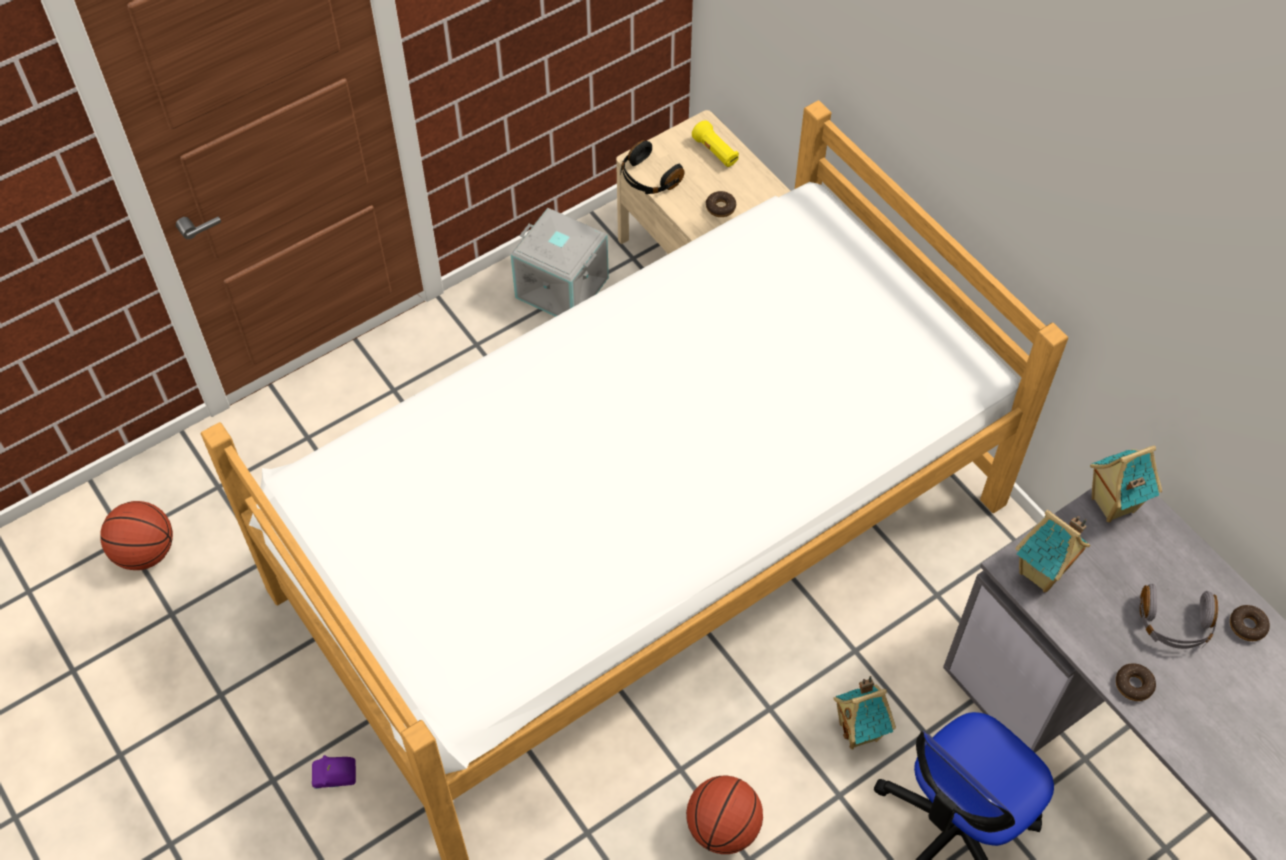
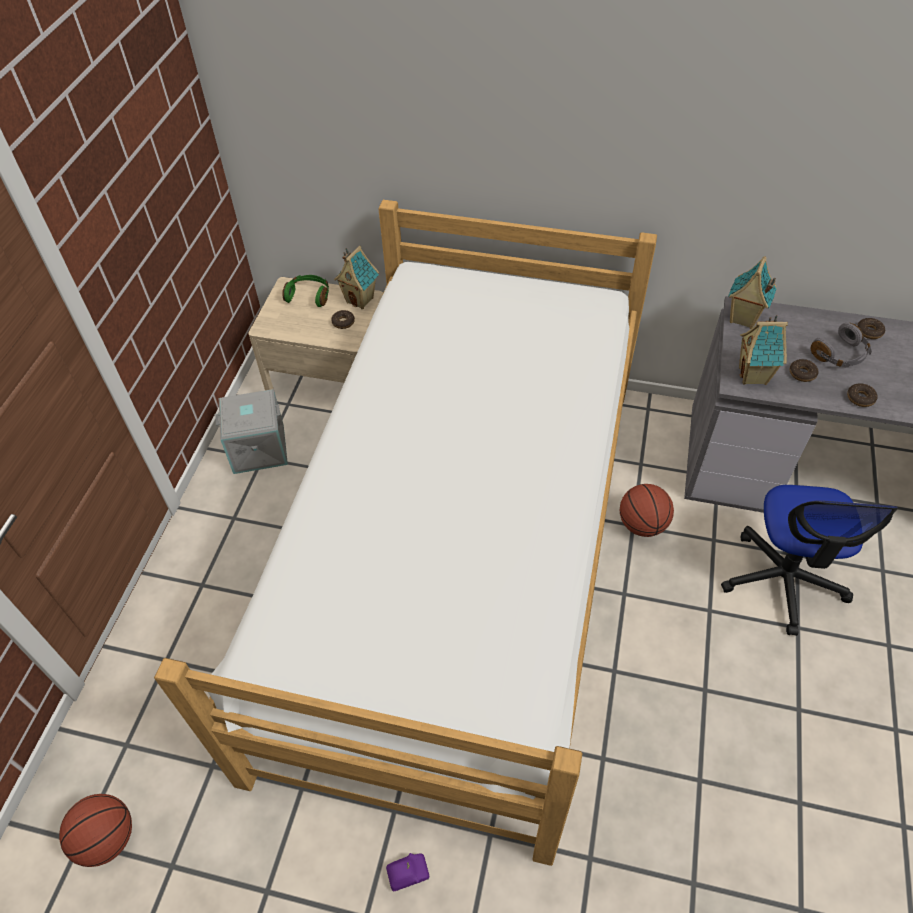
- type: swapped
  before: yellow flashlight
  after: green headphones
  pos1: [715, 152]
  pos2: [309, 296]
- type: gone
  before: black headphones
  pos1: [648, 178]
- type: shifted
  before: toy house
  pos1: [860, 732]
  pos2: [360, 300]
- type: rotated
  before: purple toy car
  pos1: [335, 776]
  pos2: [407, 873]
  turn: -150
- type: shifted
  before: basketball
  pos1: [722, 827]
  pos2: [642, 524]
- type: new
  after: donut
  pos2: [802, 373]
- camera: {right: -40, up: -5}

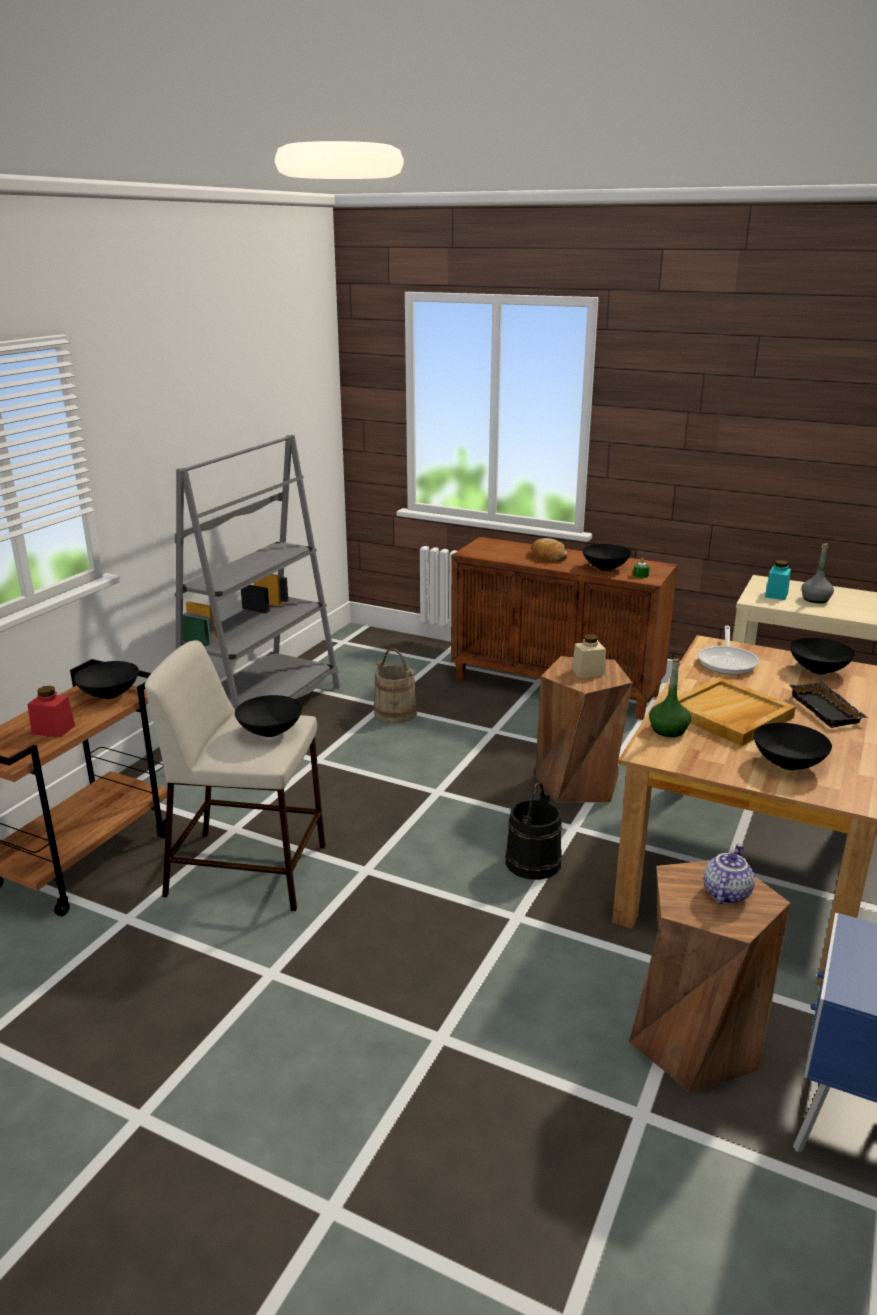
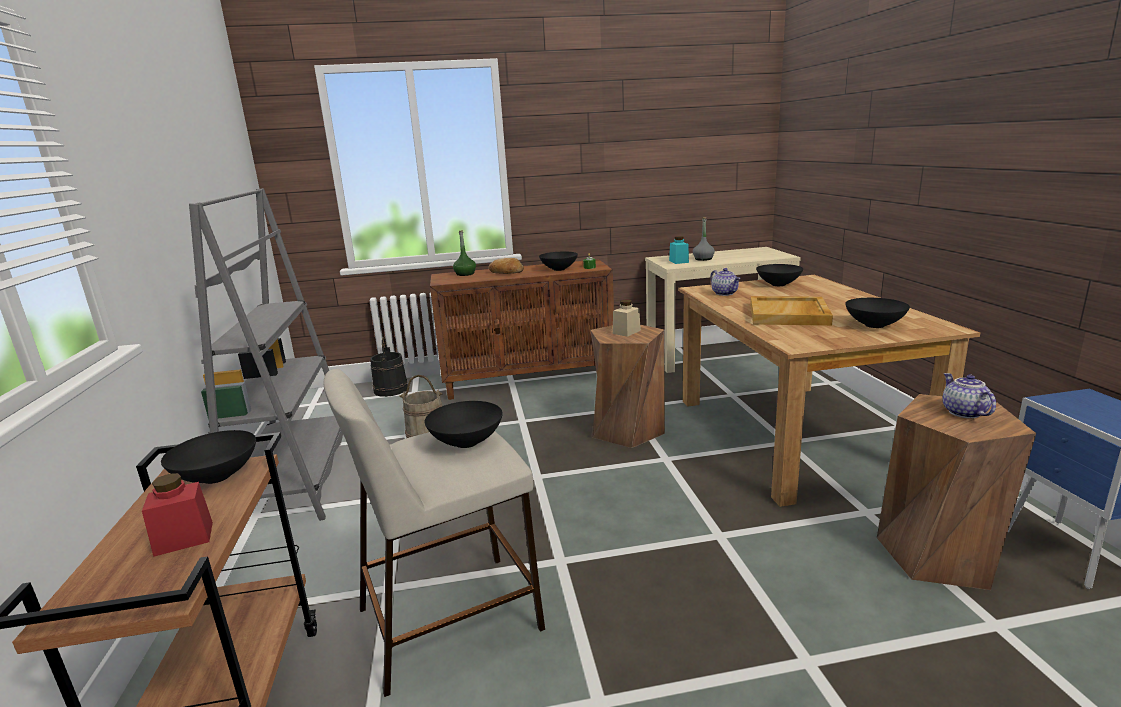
- type: swapped
  before: frying pan
  after: teapot
  pos1: [727, 661]
  pos2: [725, 293]
- type: shifted
  before: green bottle
  pos1: [668, 730]
  pos2: [465, 274]
- type: gone
  before: black tray
  pos1: [828, 710]
- type: shifted
  before: black bucket
  pos1: [532, 862]
  pos2: [390, 390]
- camera: {right: -35, up: -5}

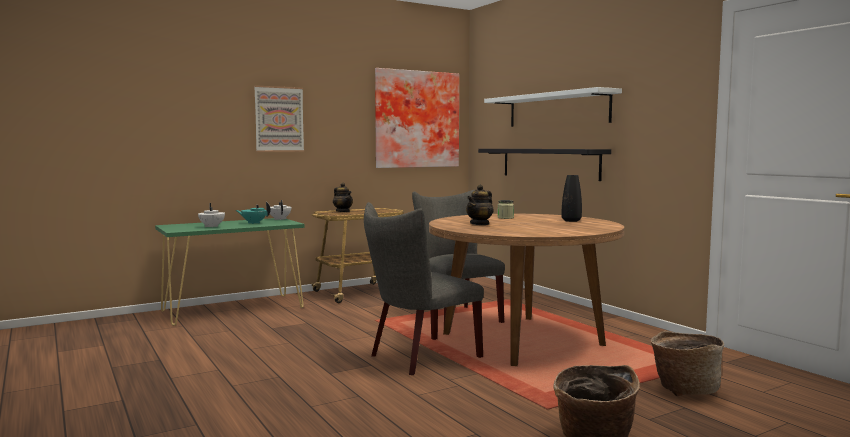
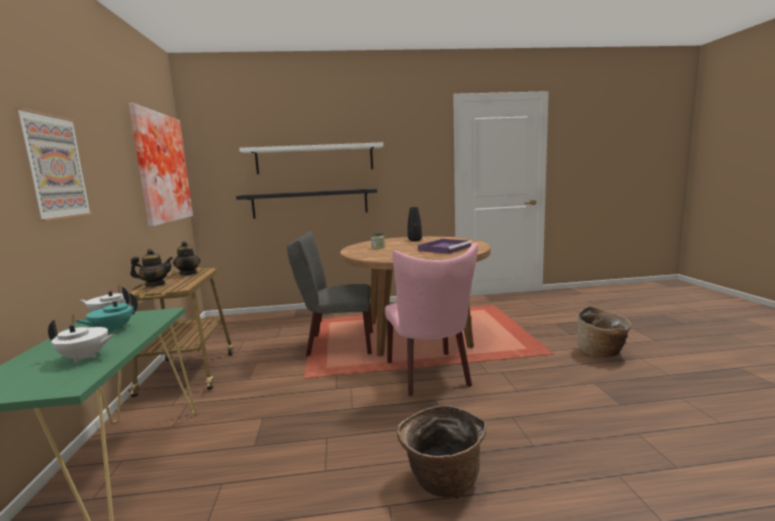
- type: shifted
  before: teapot
  pos1: [480, 224]
  pos2: [188, 273]
- type: repainted
  before: grey chair
  after: pink chair
  pos1: [419, 357]
  pos2: [430, 376]
- type: shifted
  before: basket
  pos1: [684, 389]
  pos2: [441, 481]
- type: new
  after: purple tray
  pos2: [445, 248]
- camera: {right: -65, up: 5}

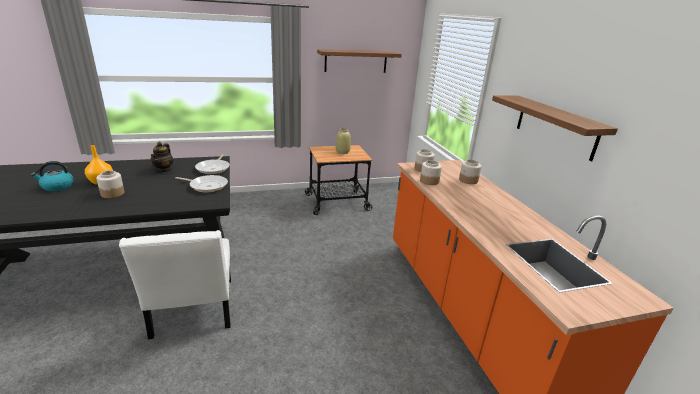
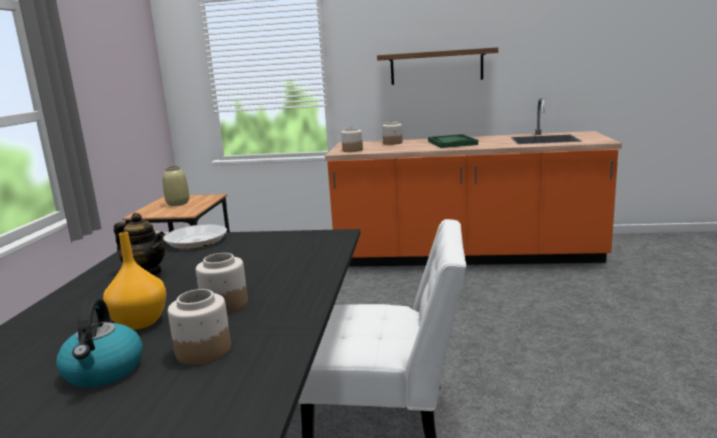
- type: gone
  before: shelf
  pos1: [356, 61]
- type: shifted
  before: jar
  pos1: [429, 181]
  pos2: [202, 351]
- type: gone
  before: frying pan
  pos1: [207, 186]
- type: new
  after: green tray
  pos2: [452, 143]
- camera: {right: -65, up: -10}

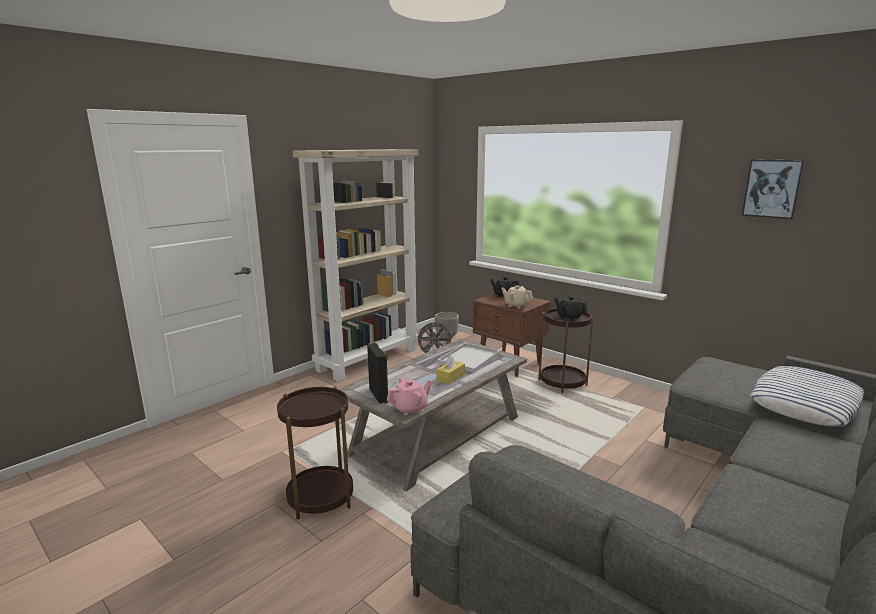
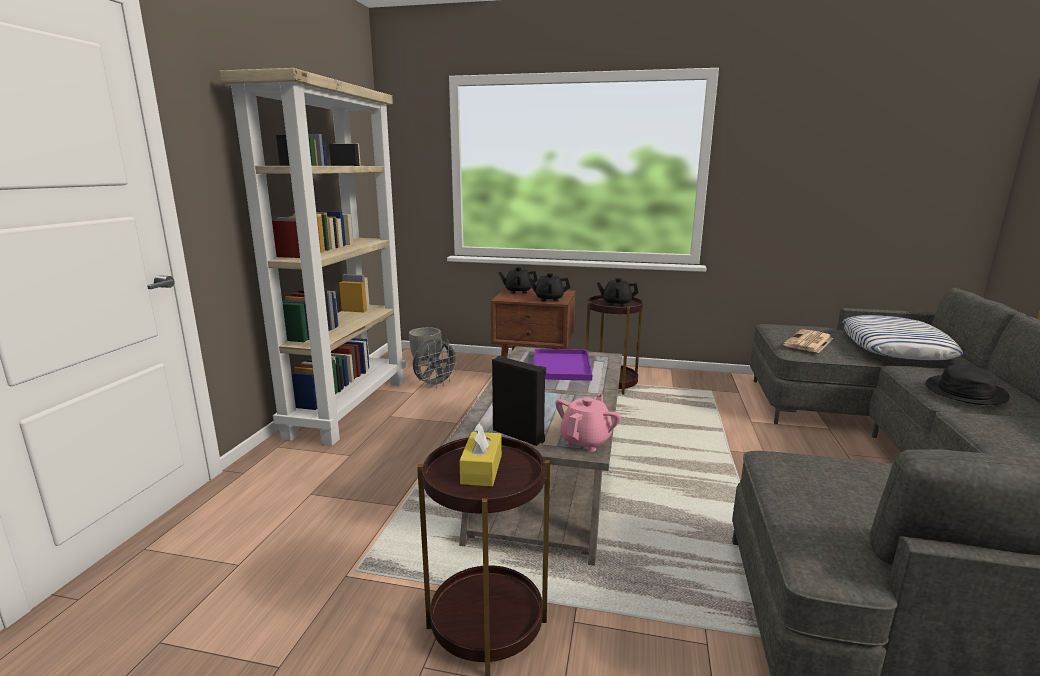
- type: gone
  before: picture
  pos1: [772, 188]
- type: repainted
  before: beige teapot
  after: black teapot
  pos1: [516, 305]
  pos2: [549, 299]
- type: repainted
  before: white tray
  after: purple tray
  pos1: [469, 359]
  pos2: [562, 366]
- type: shifted
  before: yellow tissue box
  pos1: [450, 377]
  pos2: [481, 469]
- type: new
  after: newspaper
  pos2: [809, 342]
- type: new
  after: black hat
  pos2: [965, 392]
- camera: {right: -30, up: 0}

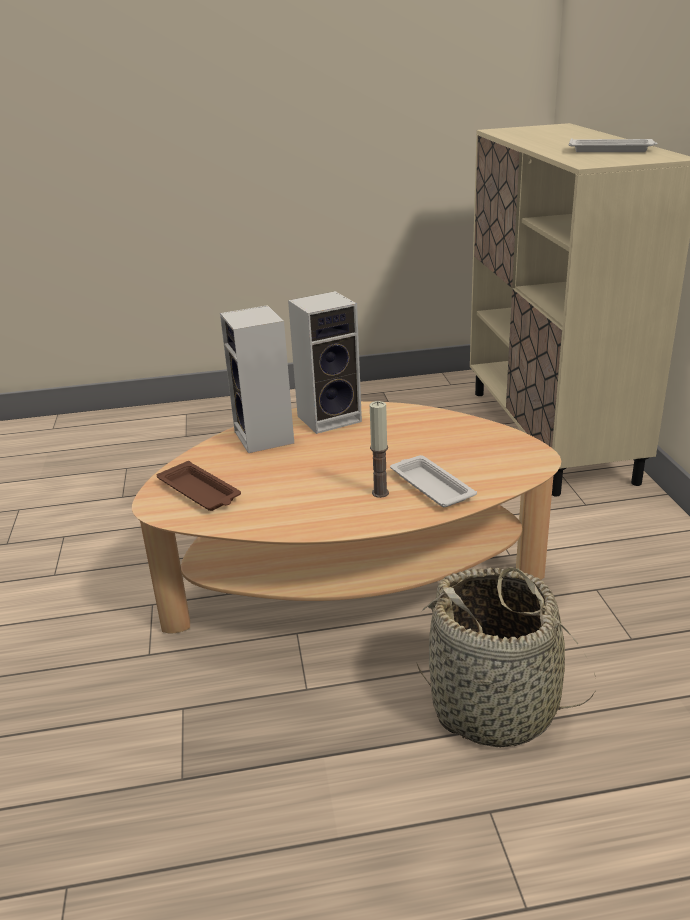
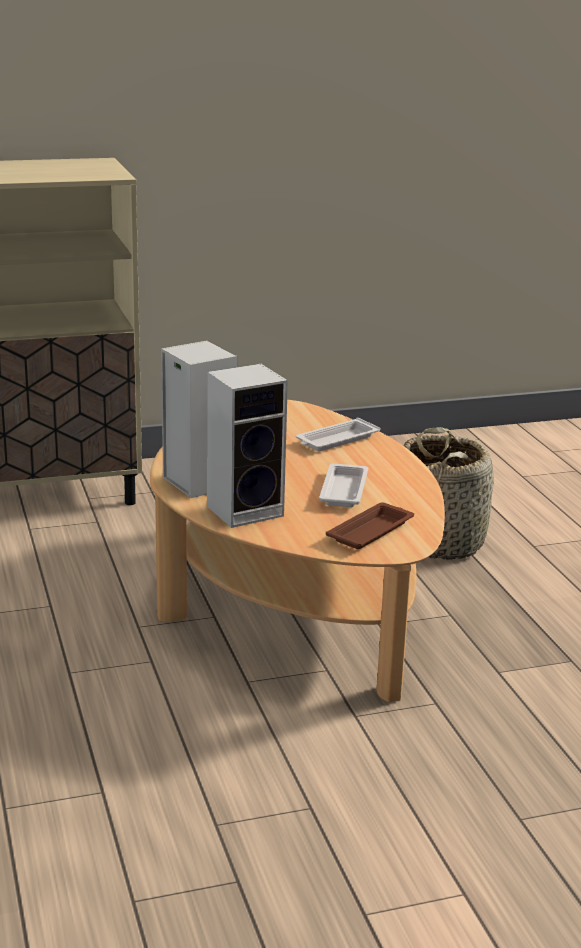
- type: shifted
  before: white tray
  pos1: [612, 150]
  pos2: [344, 490]
- type: gone
  before: candle
  pos1: [380, 493]
- camera: {right: -100, up: -5}

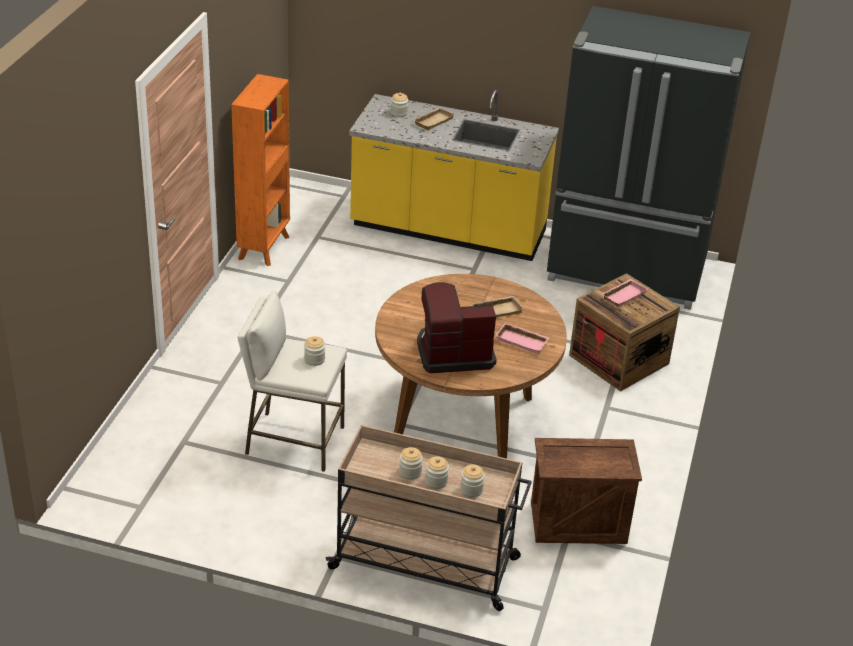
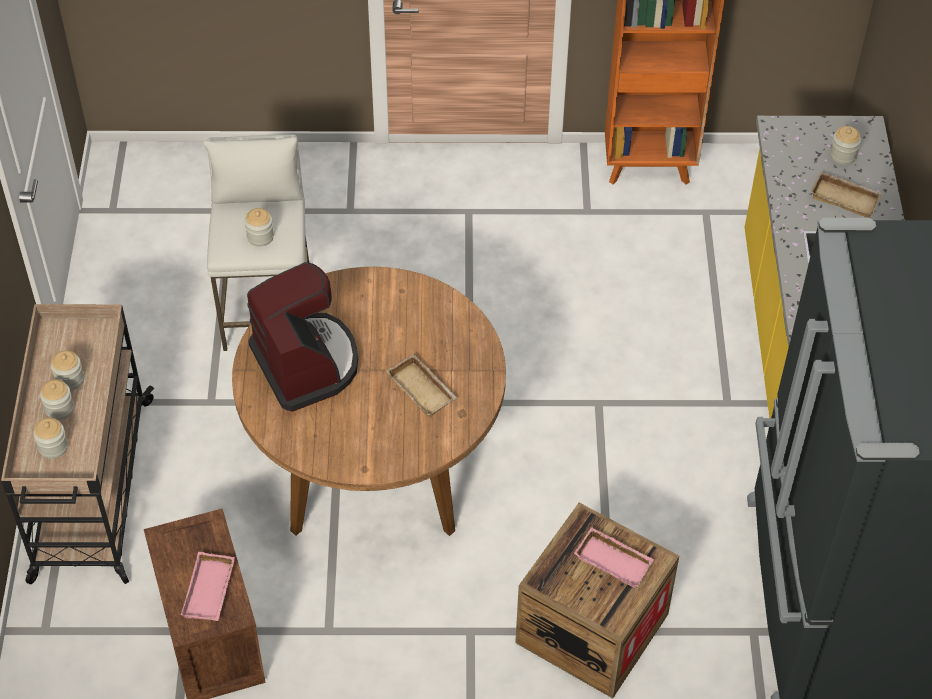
- type: shifted
  before: pink tray
  pos1: [523, 341]
  pos2: [211, 592]
- camera: {right: 75, up: 15}

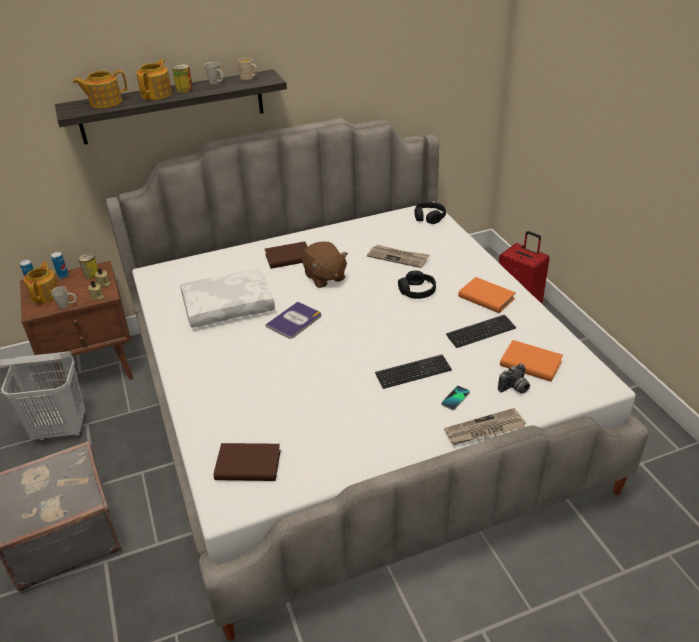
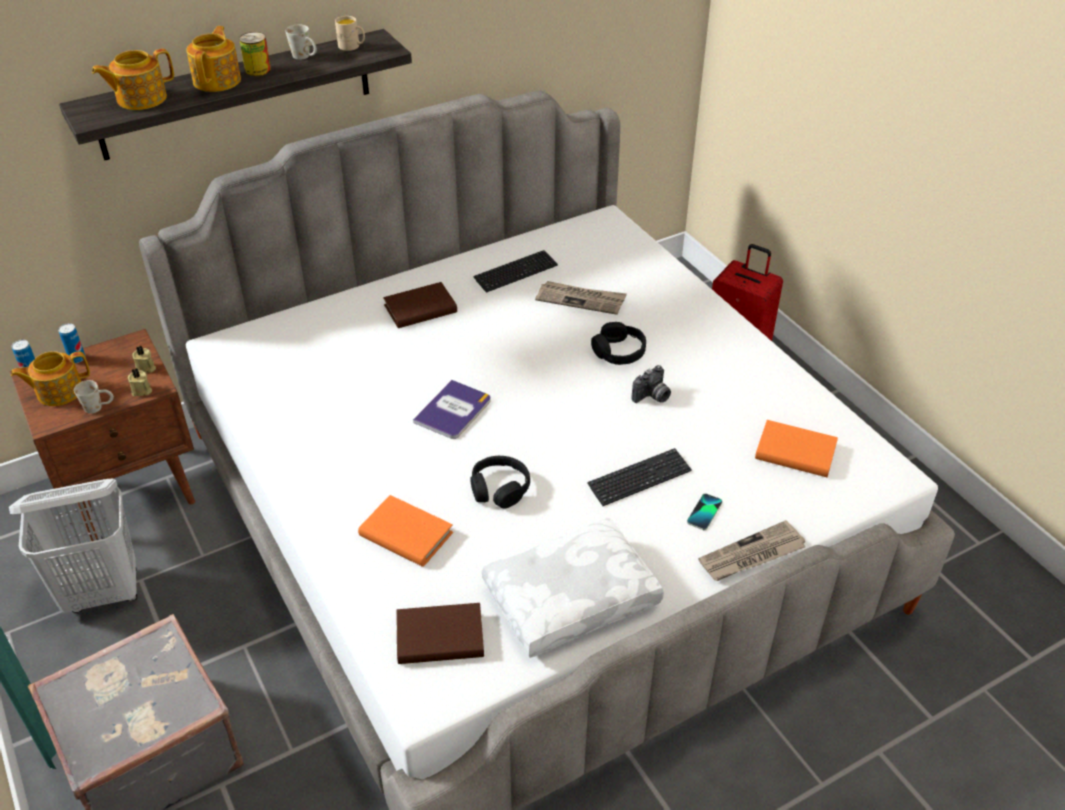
- type: shifted
  before: black headphones
  pos1: [429, 217]
  pos2: [499, 488]
- type: gone
  before: brown plush toy
  pos1: [324, 277]
- type: gone
  before: can
  pos1: [91, 274]
- type: rotated
  before: teapot
  pos1: [46, 294]
  pos2: [58, 391]
  turn: -105
- type: shifted
  before: white pillow
  pos1: [229, 305]
  pos2: [571, 595]
- type: shifted
  before: orange book
  pos1: [486, 298]
  pos2: [406, 534]
- type: shifted
  before: keyboard
  pos1: [481, 332]
  pos2: [515, 273]
- type: shifted
  before: photo camera
  pos1: [514, 388]
  pos2: [652, 397]
- camera: {right: -10, up: 5}

